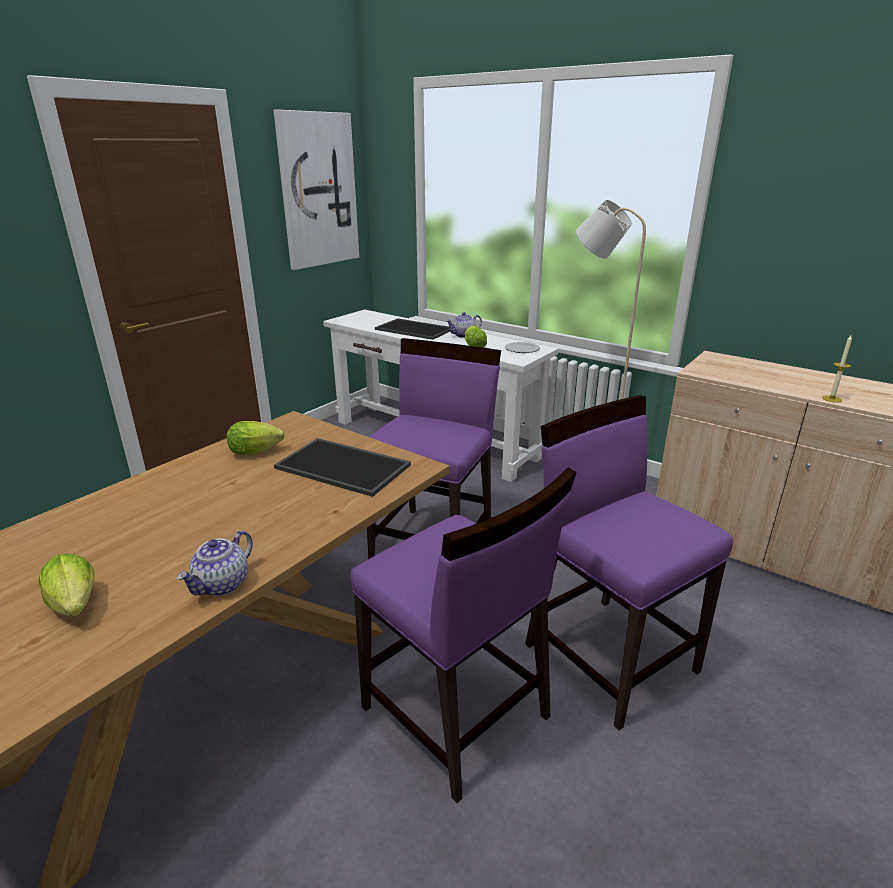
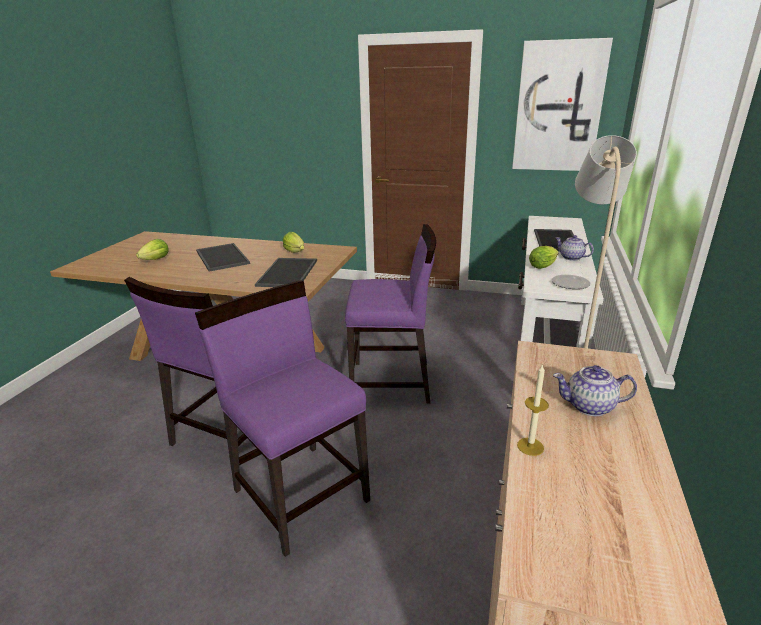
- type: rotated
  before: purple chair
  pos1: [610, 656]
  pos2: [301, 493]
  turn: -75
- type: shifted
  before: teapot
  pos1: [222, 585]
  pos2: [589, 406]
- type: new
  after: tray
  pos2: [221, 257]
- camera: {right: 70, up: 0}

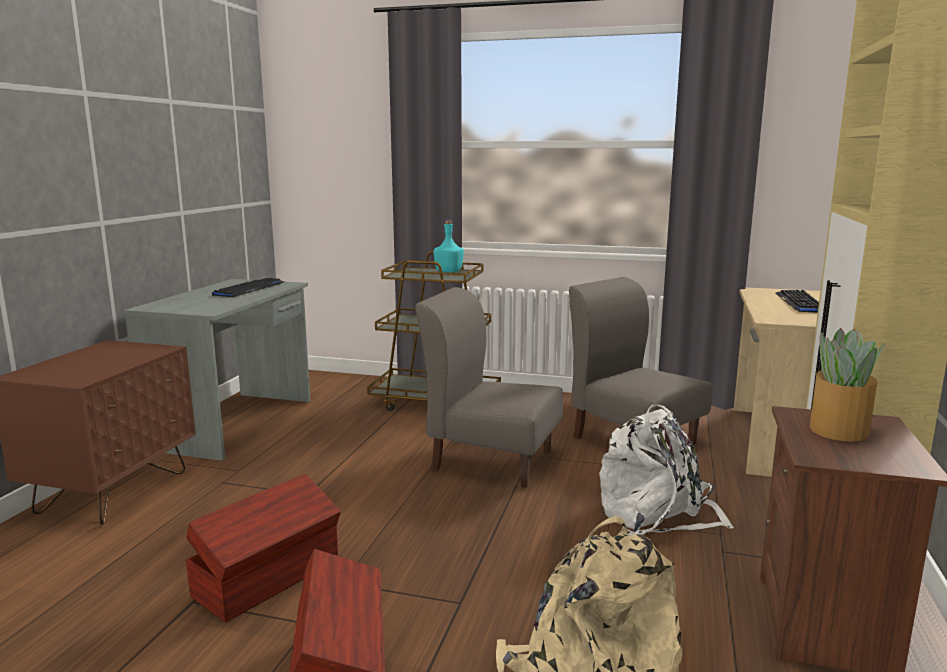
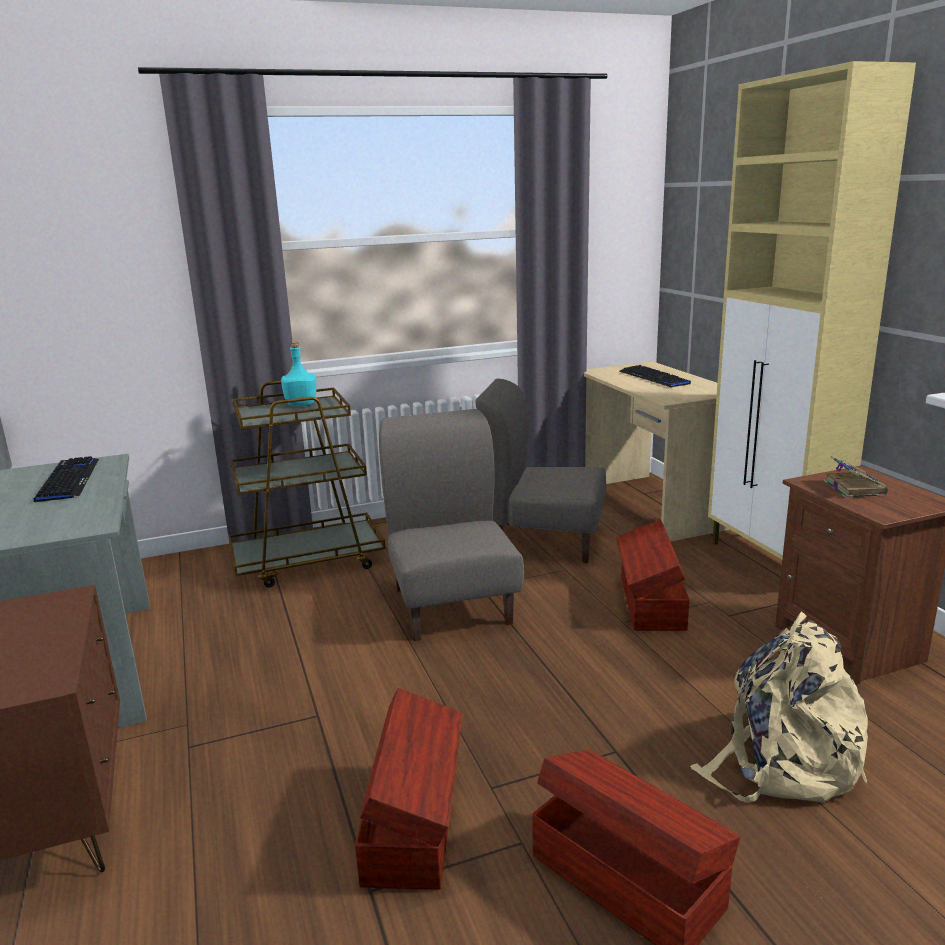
- type: rotated
  before: grey chair
  pos1: [491, 460]
  pos2: [452, 604]
  turn: 90
- type: swapped
  before: potted plant
  after: book
  pos1: [838, 430]
  pos2: [853, 487]
- type: swapped
  before: white backpack
  after: brown storage box
  pos1: [657, 515]
  pos2: [650, 603]
- camera: {right: -35, up: 5}

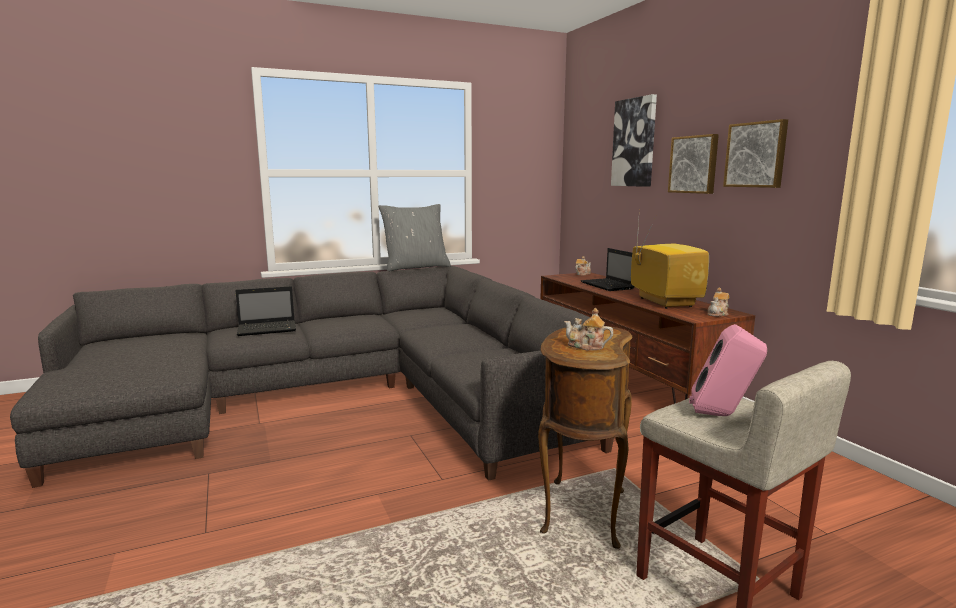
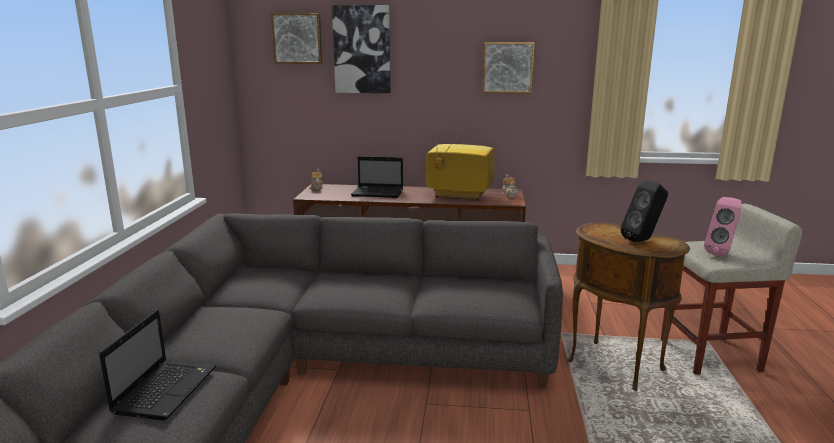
- type: shifted
  before: picture
  pos1: [694, 164]
  pos2: [297, 38]
- type: gone
  before: grey pillow
  pos1: [415, 267]
- type: swapped
  before: teapot
  after: black speaker
  pos1: [586, 346]
  pos2: [643, 240]
- camera: {right: -60, up: 5}

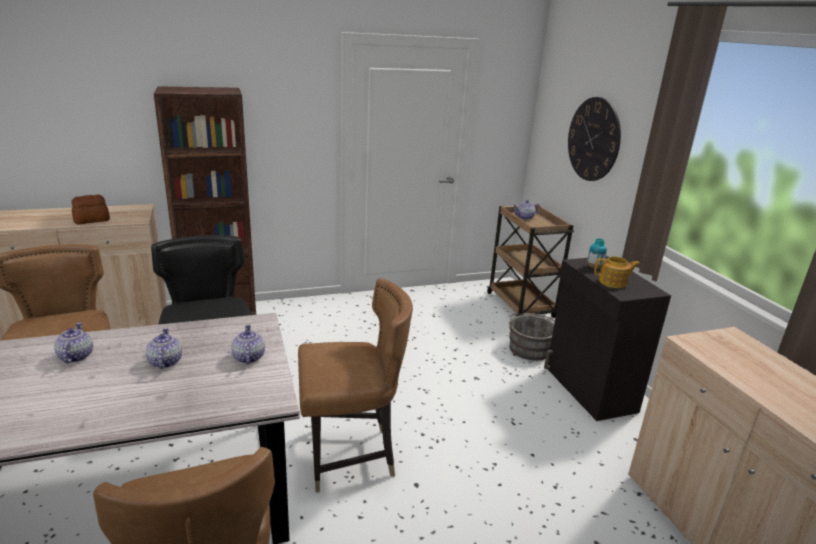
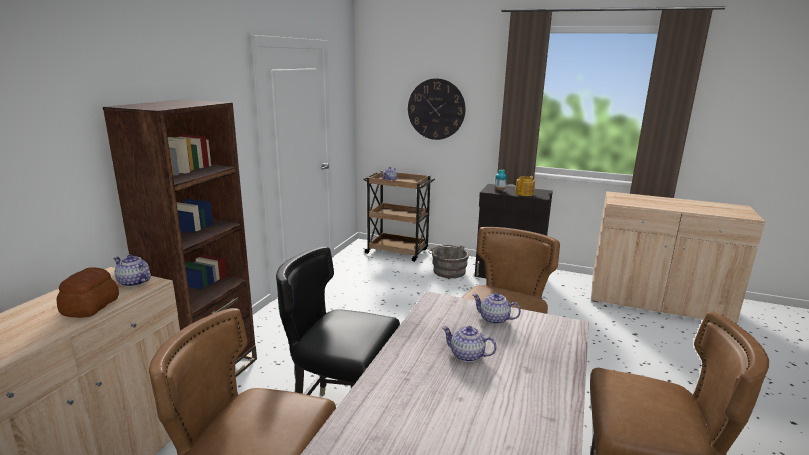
- type: shifted
  before: teapot
  pos1: [75, 357]
  pos2: [134, 282]
- camera: {right: -50, up: -5}

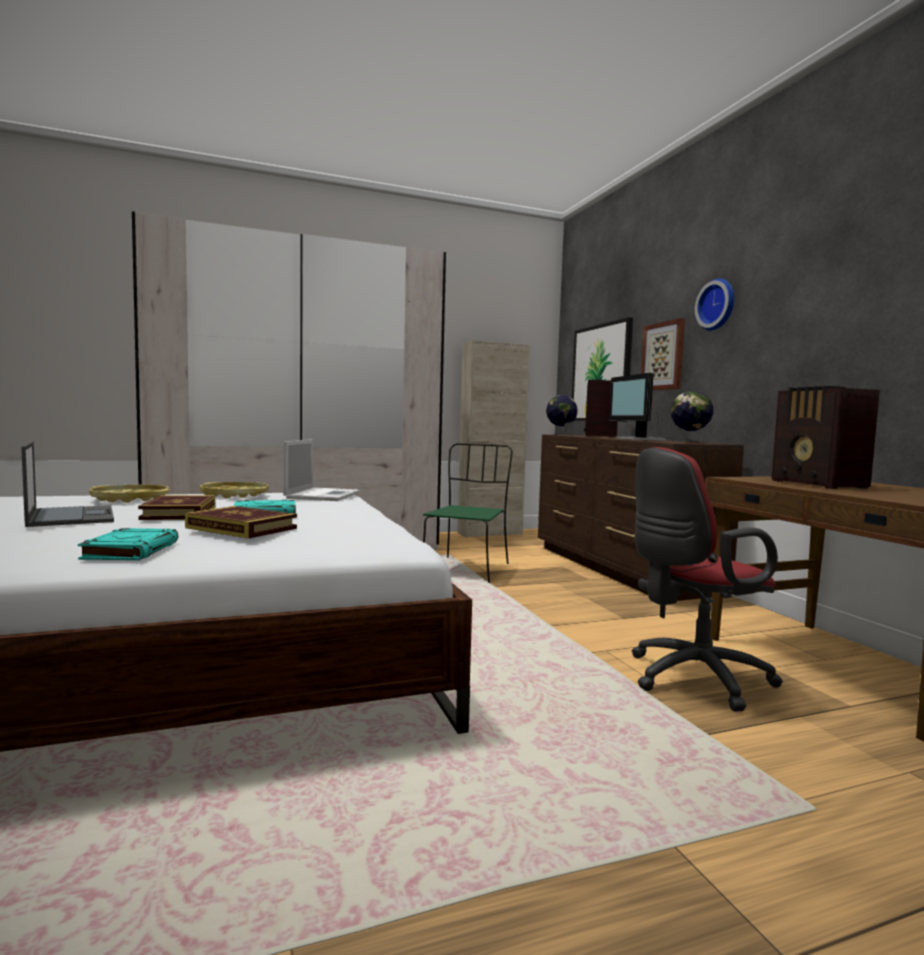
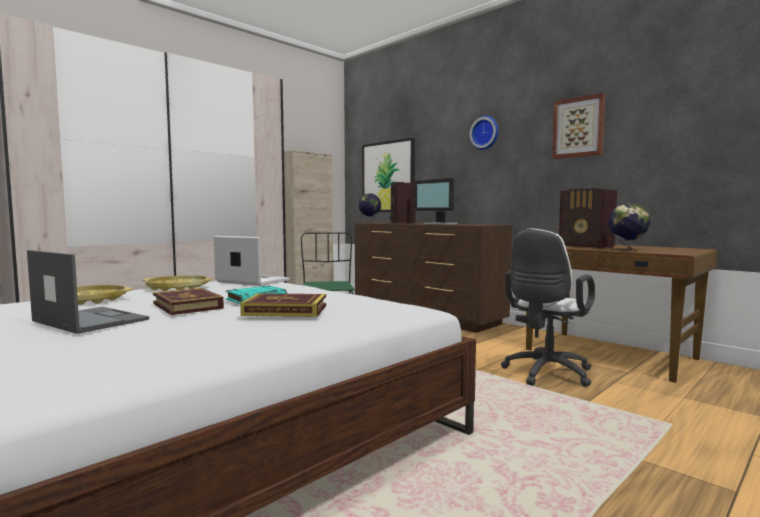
- type: shifted
  before: picture
  pos1: [663, 356]
  pos2: [578, 127]
- type: shifted
  before: globe
  pos1: [689, 442]
  pos2: [627, 250]
- type: rotated
  before: laptop
  pos1: [323, 495]
  pos2: [251, 281]
  turn: -45
- type: repainted
  before: red office chair
  after: white office chair
  pos1: [691, 679]
  pos2: [545, 374]
- type: gone
  before: turquoise book
  pos1: [131, 550]
- camera: {right: -25, up: 0}

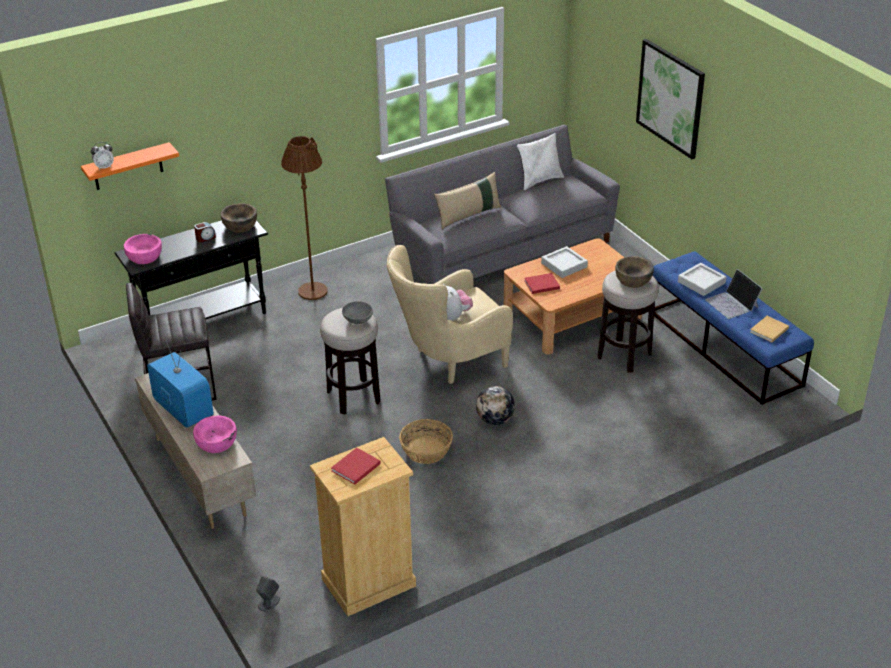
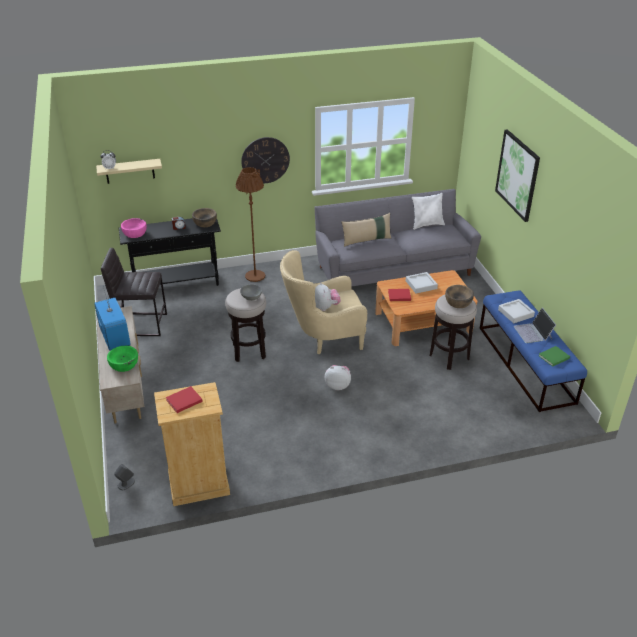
- type: repainted
  before: orange shelf
  after: beige shelf
  pos1: [128, 167]
  pos2: [130, 171]
- type: repainted
  before: beige book
  after: green book
  pos1: [768, 330]
  pos2: [553, 357]
- type: swapped
  before: globe
  after: plush toy
  pos1: [495, 420]
  pos2: [338, 385]
- type: repainted
  before: pink bowl
  after: green bowl
  pos1: [216, 443]
  pos2: [124, 364]
- type: gone
  before: basket
  pos1: [426, 451]
- type: new
  after: wall clock
  pos2: [265, 160]
- camera: {right: 15, up: 0}

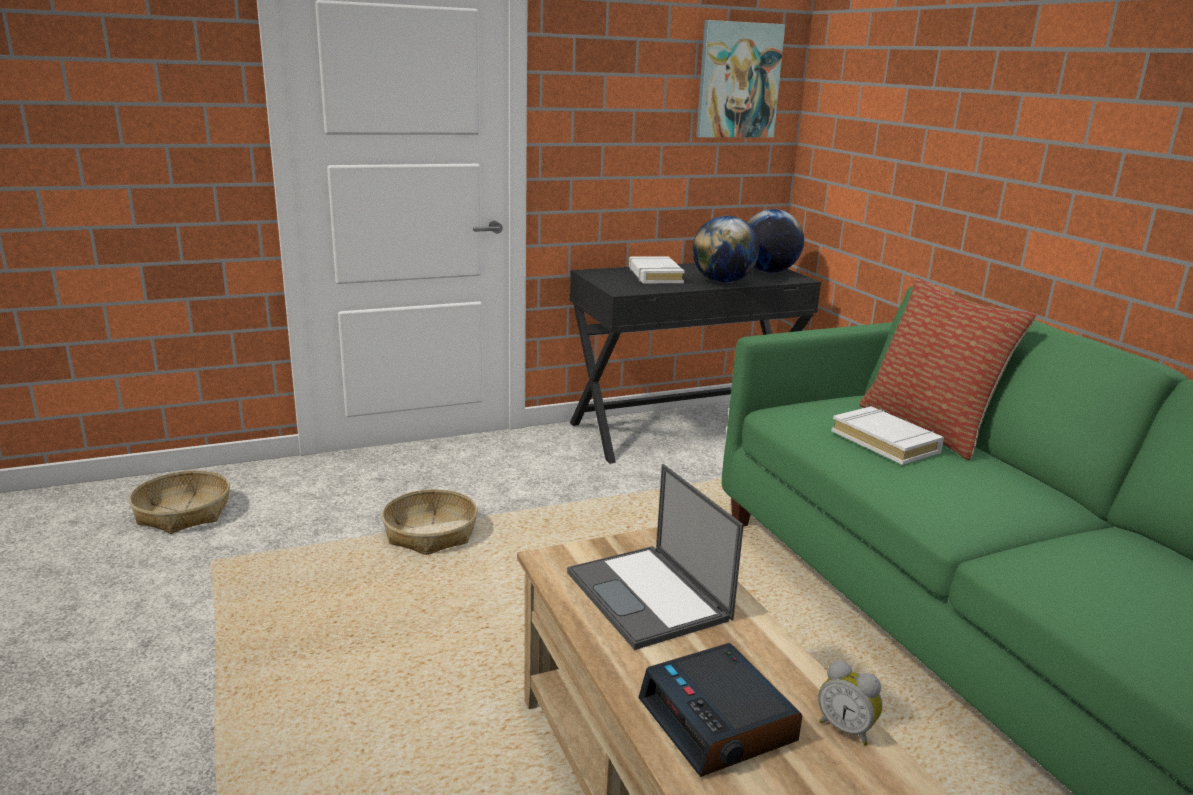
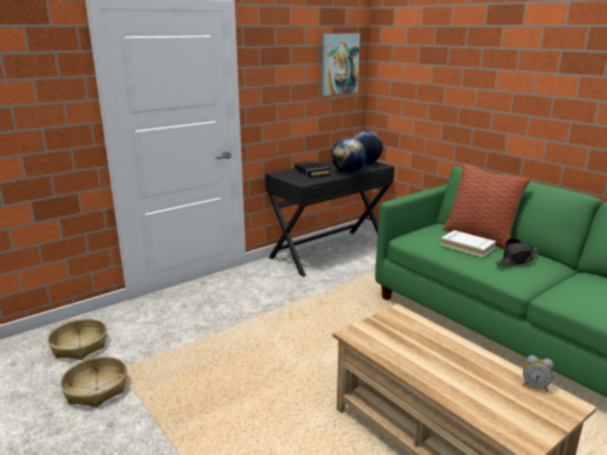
- type: repainted
  before: white book
  after: black book
  pos1: [654, 275]
  pos2: [311, 172]
- type: gone
  before: laptop
  pos1: [649, 596]
- type: shifted
  before: basket
  pos1: [430, 533]
  pos2: [96, 389]
- type: gone
  before: alarm clock
  pos1: [718, 722]
- type: new
  after: black hat
  pos2: [516, 260]
- camera: {right: -15, up: 0}

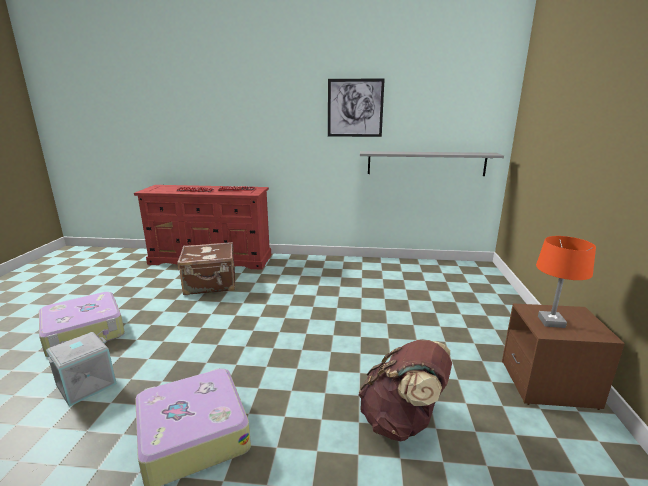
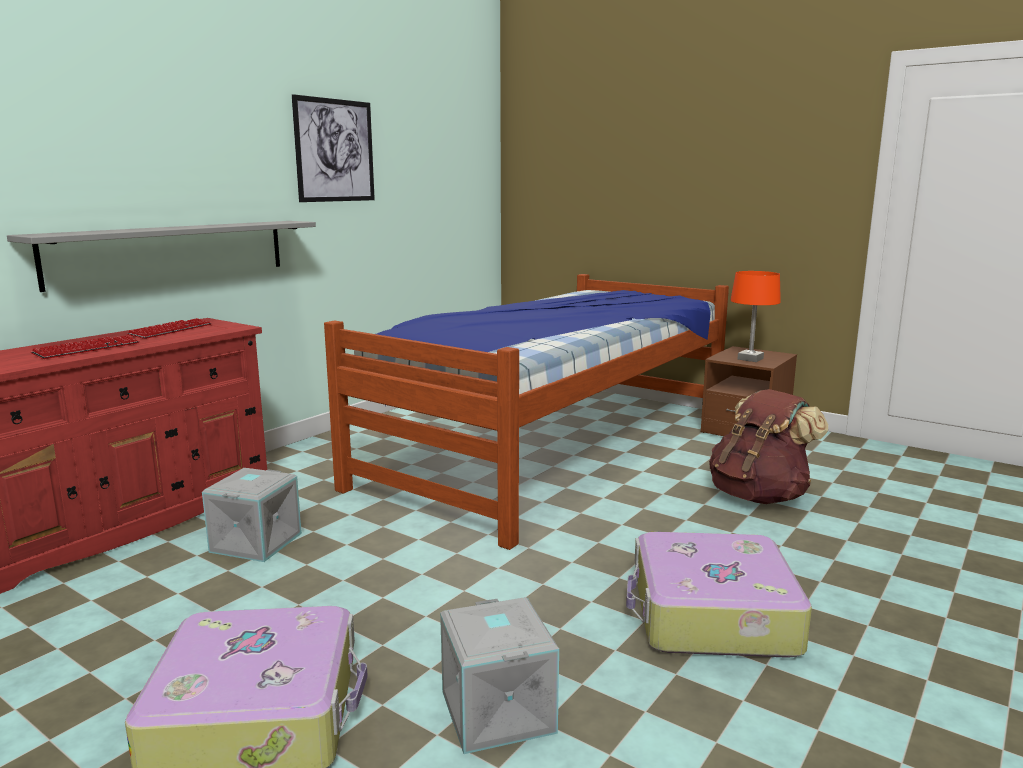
- type: shifted
  before: grey shelf
  pos1: [426, 163]
  pos2: [172, 252]
- type: swapped
  before: brown suitcase
  after: grey storage box
  pos1: [211, 284]
  pos2: [255, 542]
- type: new
  after: bed
  pos2: [551, 446]
- camera: {right: -60, up: -5}

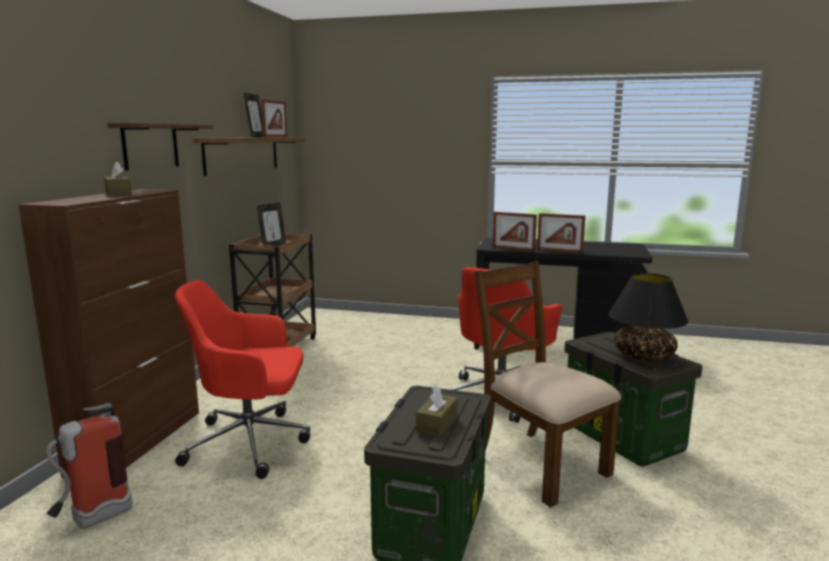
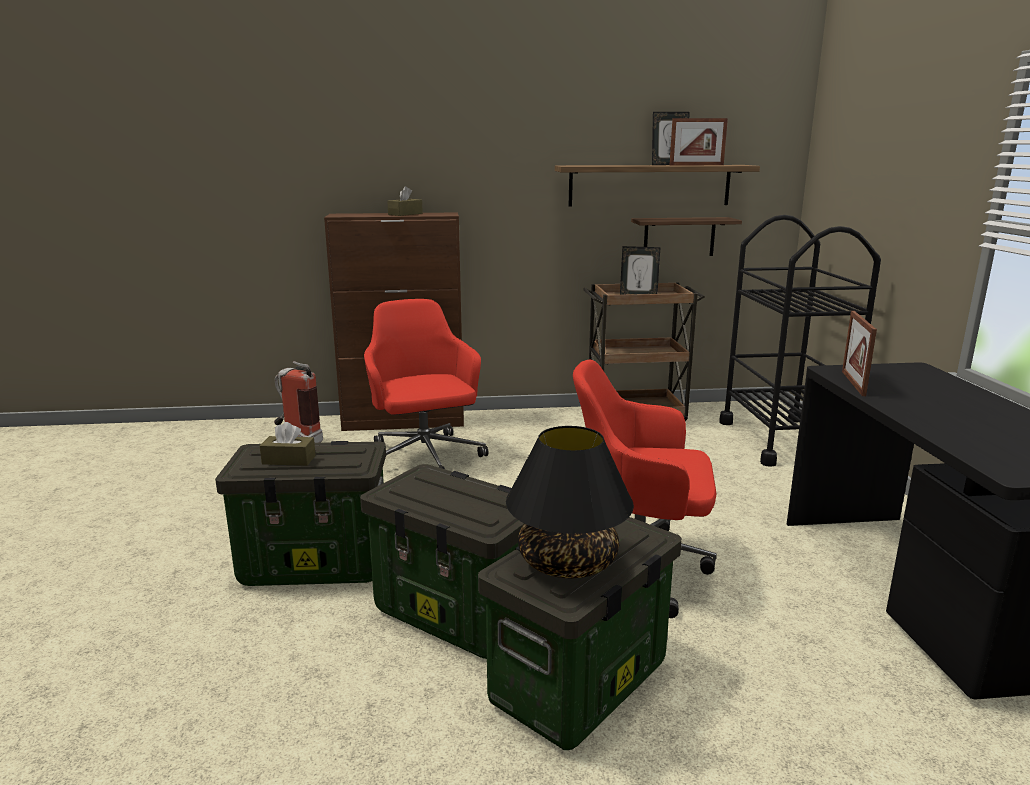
- type: shifted
  before: shelf
  pos1: [150, 146]
  pos2: [679, 237]
- type: gone
  before: picture frame
  pos1: [559, 251]
- type: swapped
  before: brown chair
  after: storage box
  pos1: [539, 464]
  pos2: [460, 614]
- type: new
  after: black cart
  pos2: [782, 440]
- camera: {right: 70, up: 5}

